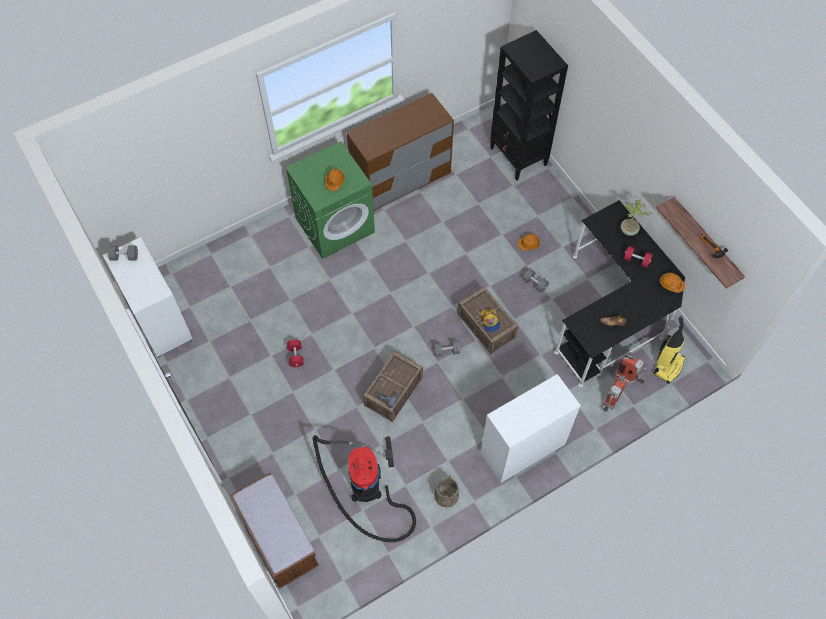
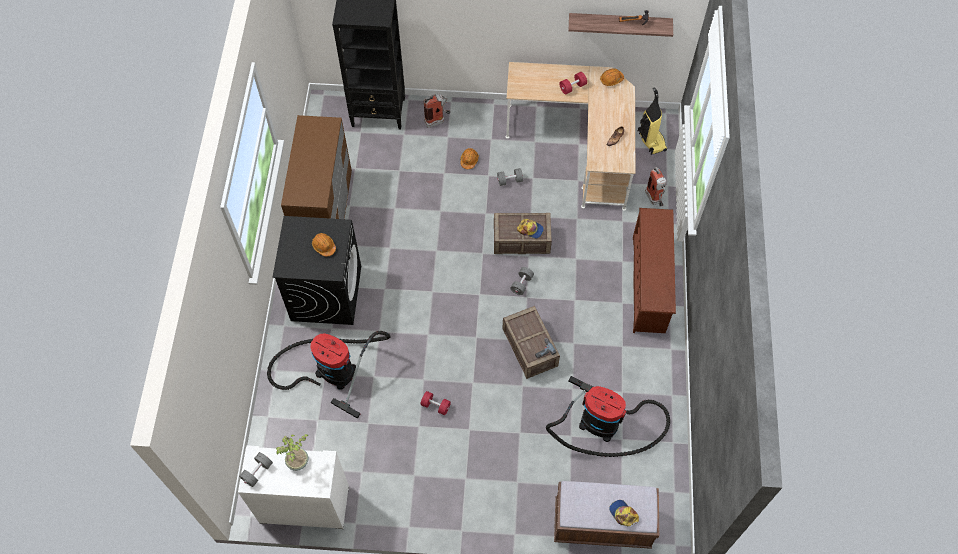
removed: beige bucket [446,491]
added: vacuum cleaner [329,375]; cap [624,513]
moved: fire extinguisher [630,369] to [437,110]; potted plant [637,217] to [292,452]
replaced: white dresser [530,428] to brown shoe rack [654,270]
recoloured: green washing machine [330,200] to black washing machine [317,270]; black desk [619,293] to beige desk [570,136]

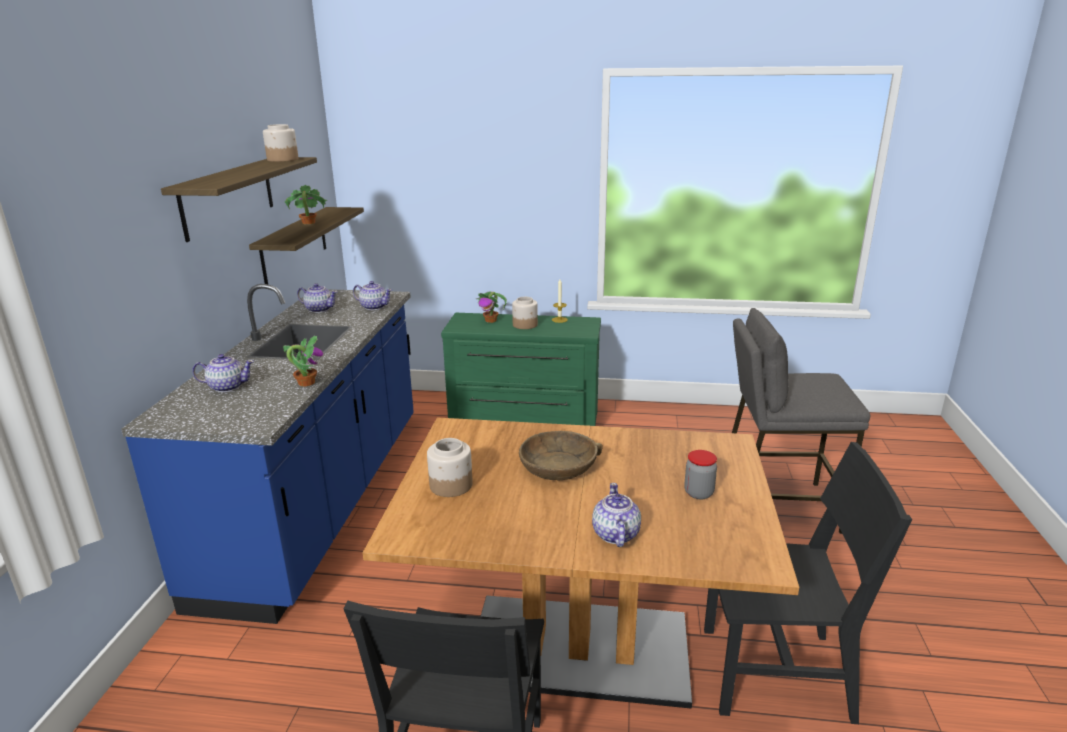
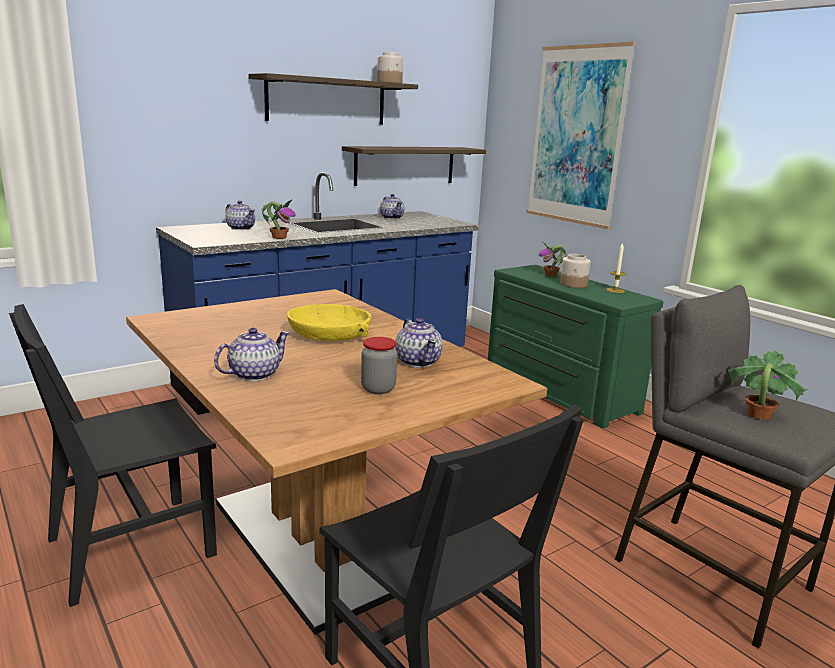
removed: jar [450,467]
added: picture [581,135]
moved: potted plant [306,204] to [768,385]; teapot [372,295] to [419,343]
recoloured: brown bowl [561,456] to yellow bowl [329,322]

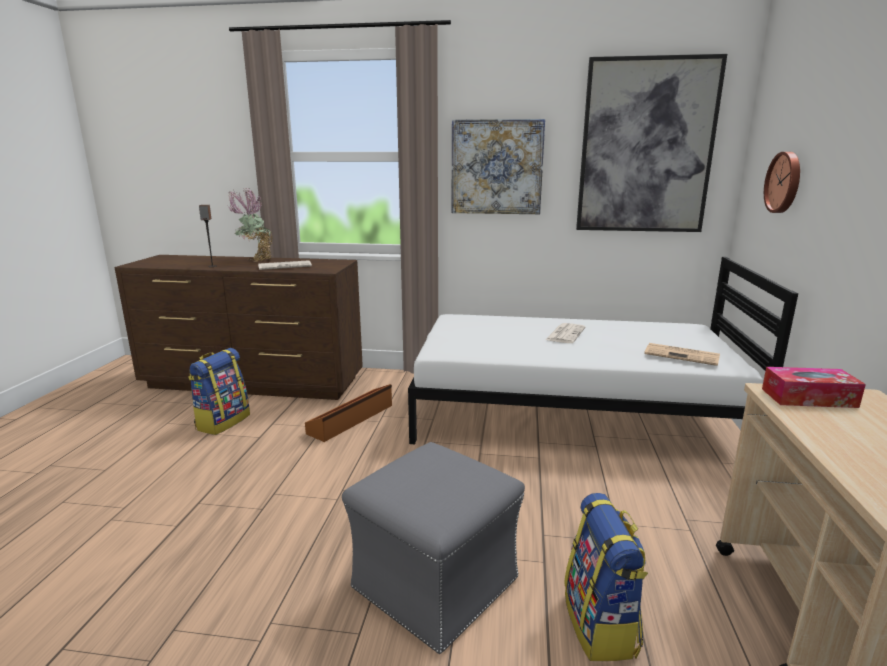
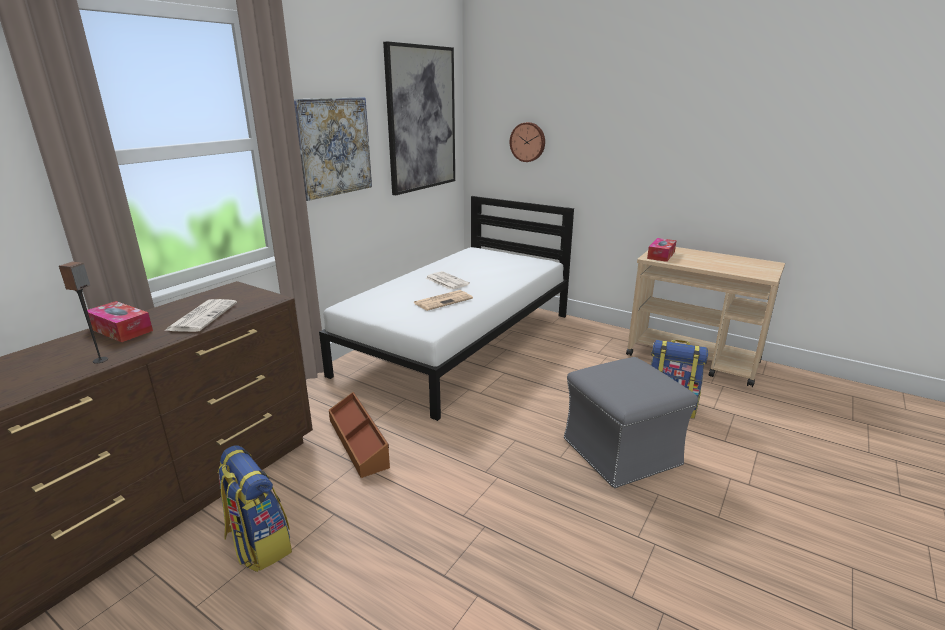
moved: newspaper [682,354] to [443,300]
replaced: potted plant [250,225] to tissue box [120,321]

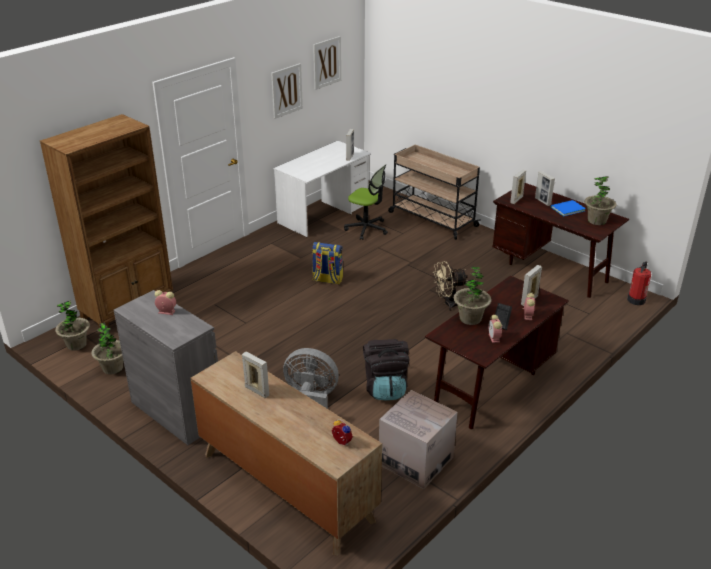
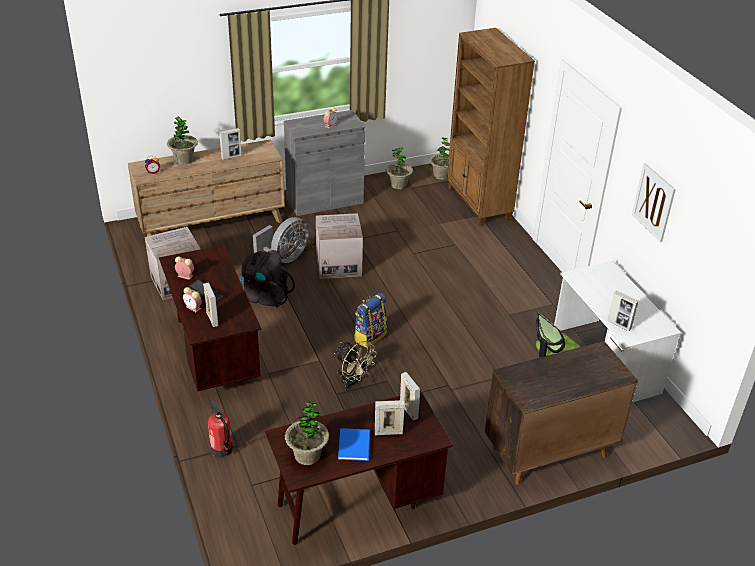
removed: picture [327,63]
added: cardboard box [339,246]
moved: backpack [327,263] to [370,320]; potted plant [472,296] to [182,140]; fire extinguisher [639,283] to [220,428]
replaced: beige cart [434,192] to brown cabinet [561,413]
turned: beige fan [450,286] = [355,366] 120 degrees clockwise

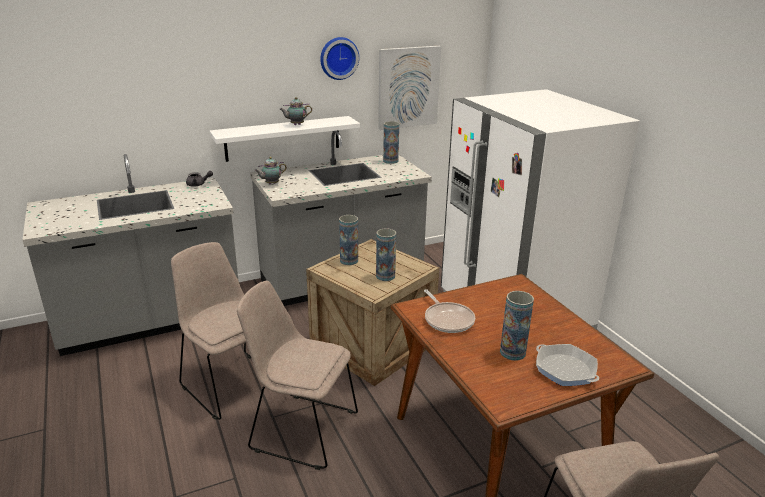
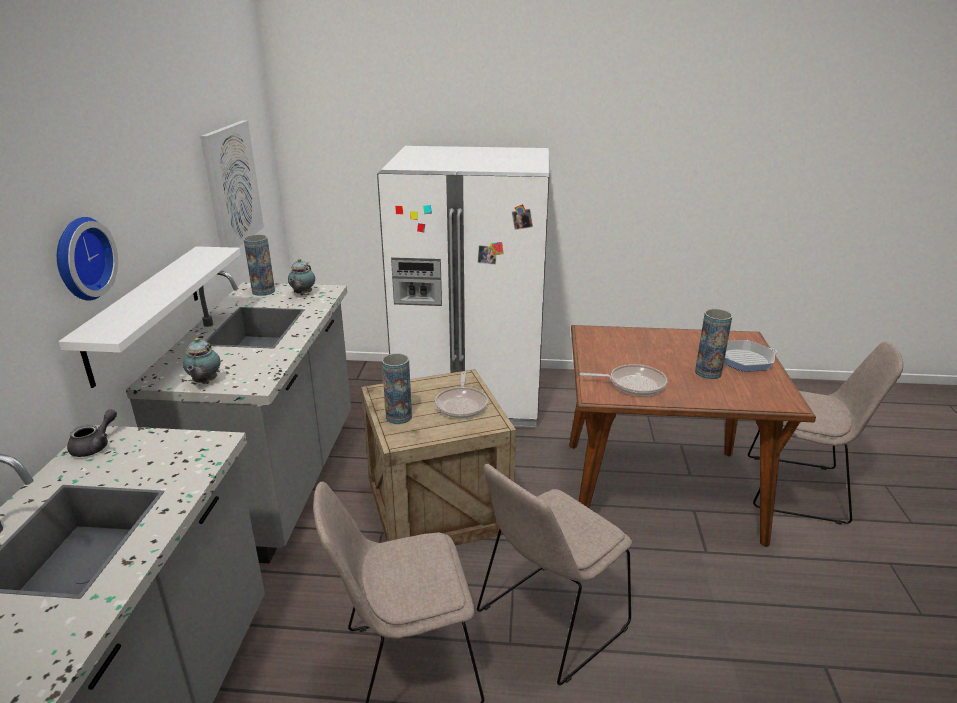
moved: teapot [295,111] to [301,277]; wall clock [339,58] to [87,259]
replaced: vase [386,254] to frying pan [461,395]

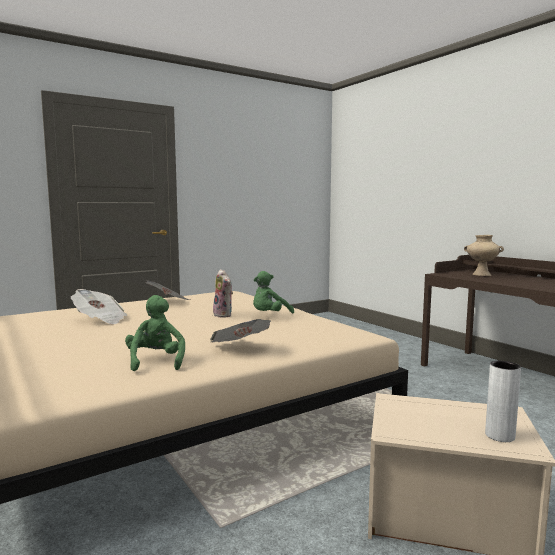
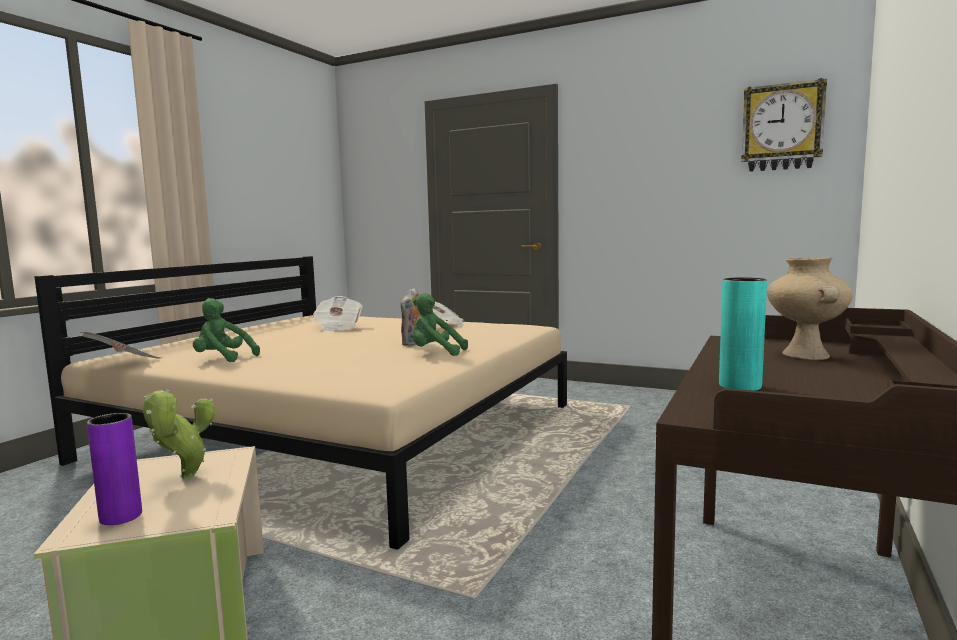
added: potted plant [179,434]; turquoise vase [743,334]; wall clock [784,125]
moved: newspaper [240,330] to [120,345]
recoloured: grey vase [503,401] to purple vase [114,469]
turned: green plush toy [155,333] = [226,330] 120 degrees counterclockwise

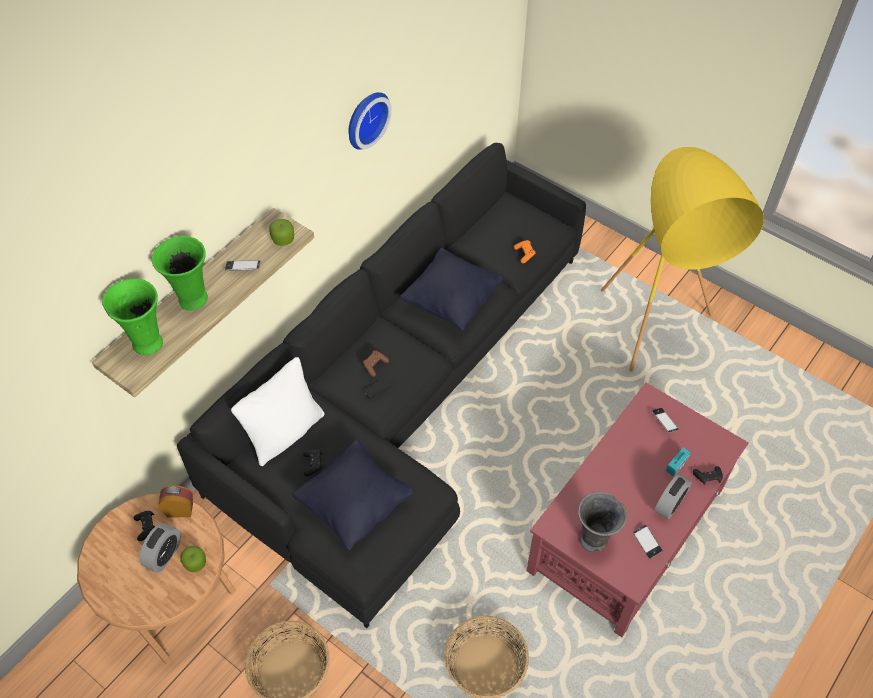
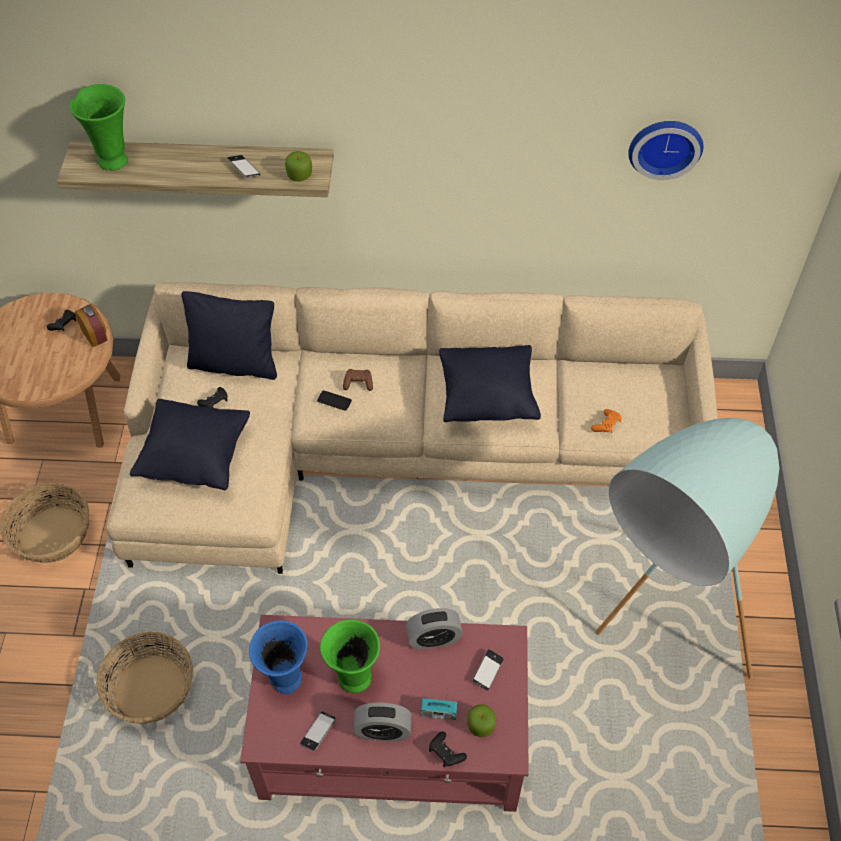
moved: alarm clock [160,548] to [434,629]; green vase [180,273] to [350,656]; apple [193,559] to [481,720]; wall clock [370,121] to [665,150]
recoloured: black sofa [381,385] to beige sofa [412,428]; white pillow [277,411] to black pillow [229,335]; grey vase [602,522] to blue vase [278,657]; yellow floor lamp [682,259] to turquoise floor lamp [687,548]

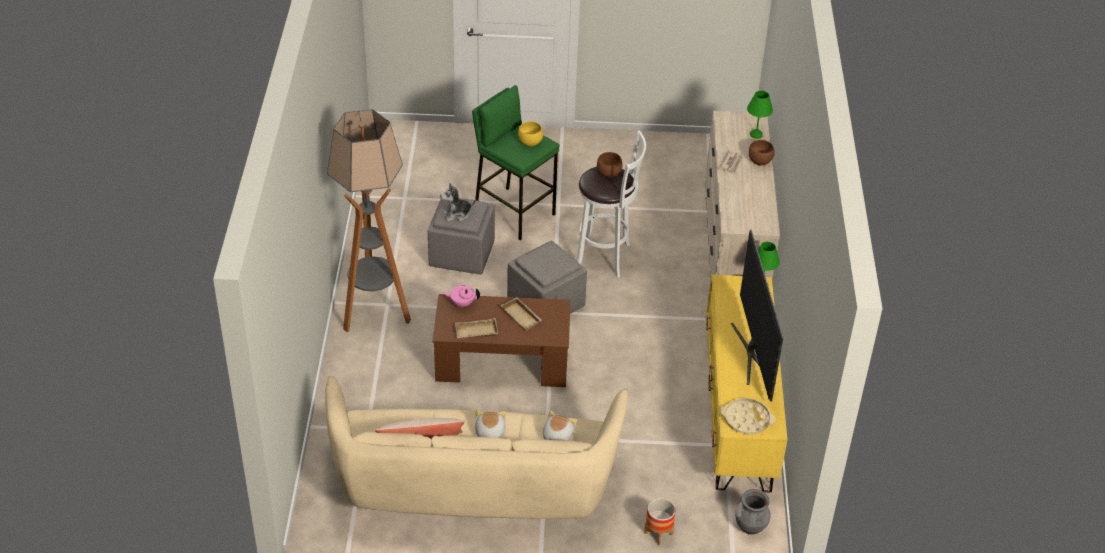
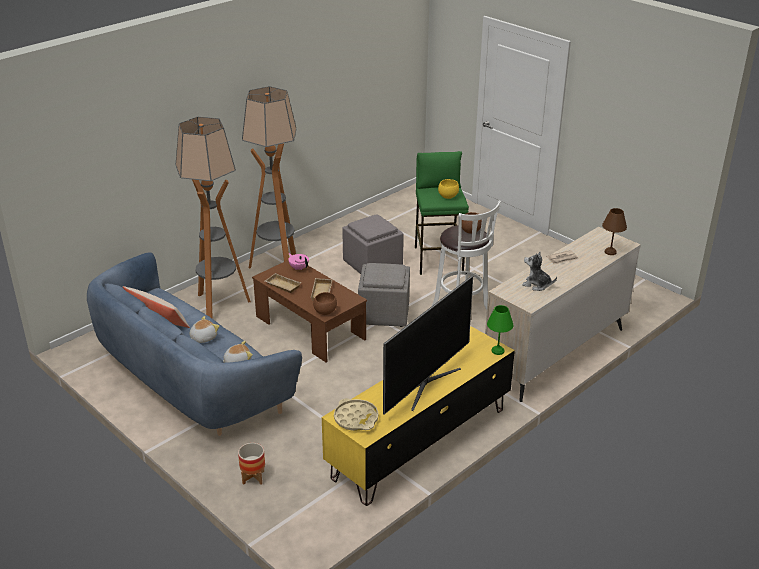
removed: grey vase [753,511]
added: floor lamp [213,218]
moved: plush toy [458,202] to [539,271]; brown bowl [762,152] to [325,303]
recoloured: beige sofa [476,447] to blue sofa [194,344]; green table lamp [760,115] to brown table lamp [614,231]

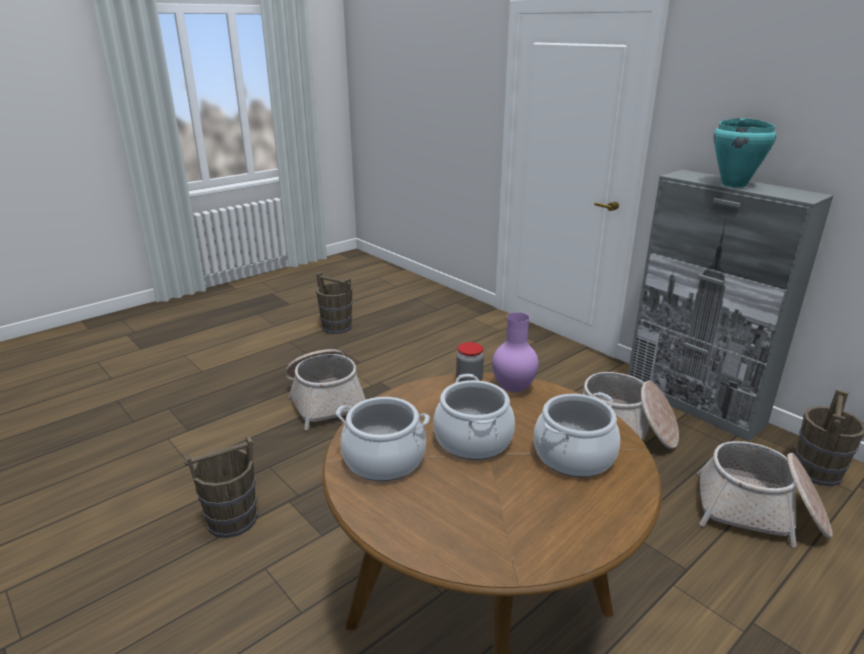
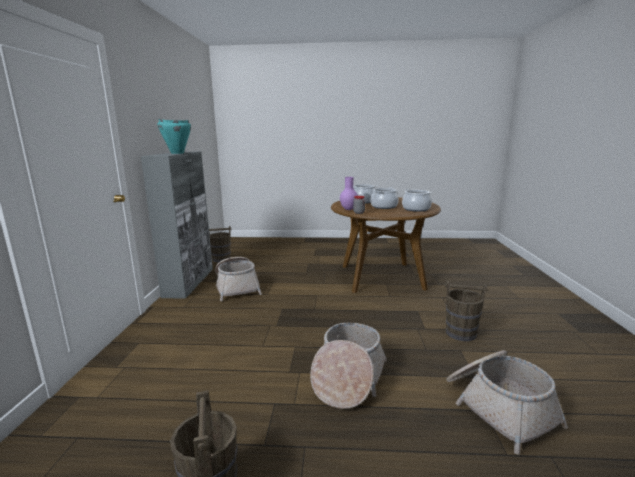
moved: basket [765,494] to [507,402]

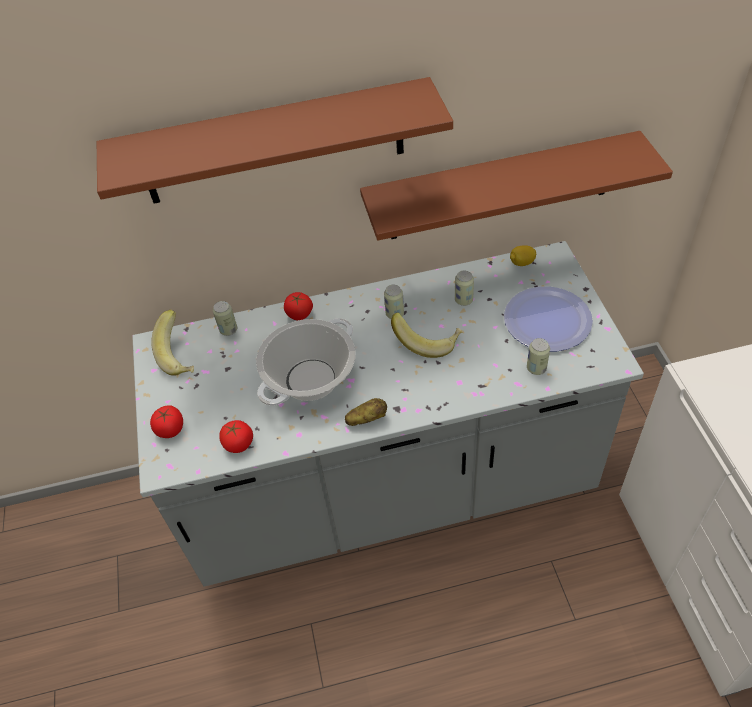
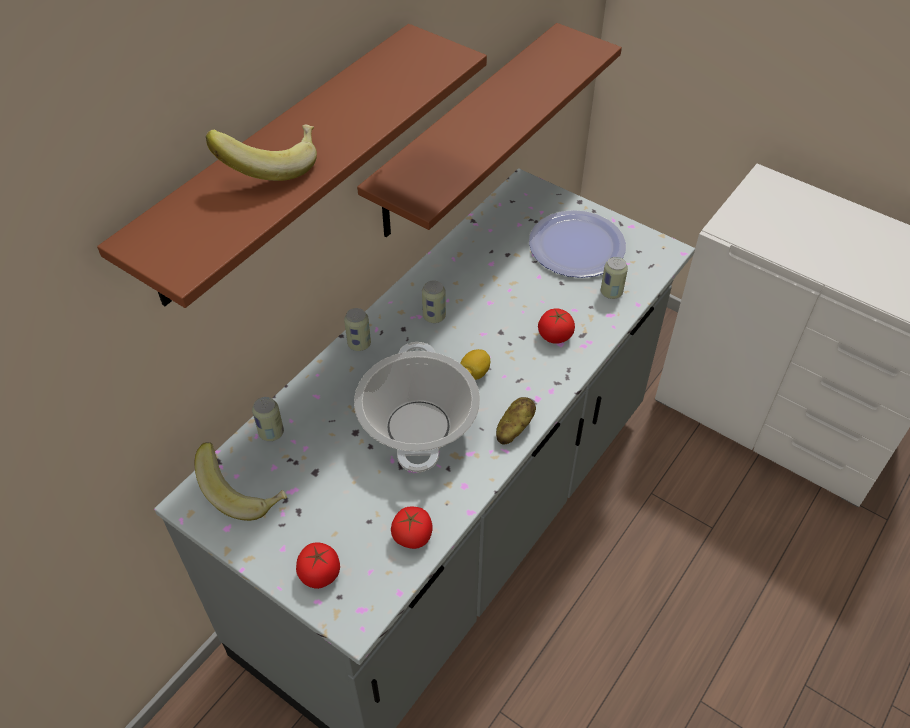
moved: tomato [298,306] to [556,326]; banana [427,335] to [261,152]; can [464,288] to [357,329]; lemon [523,255] to [475,364]

